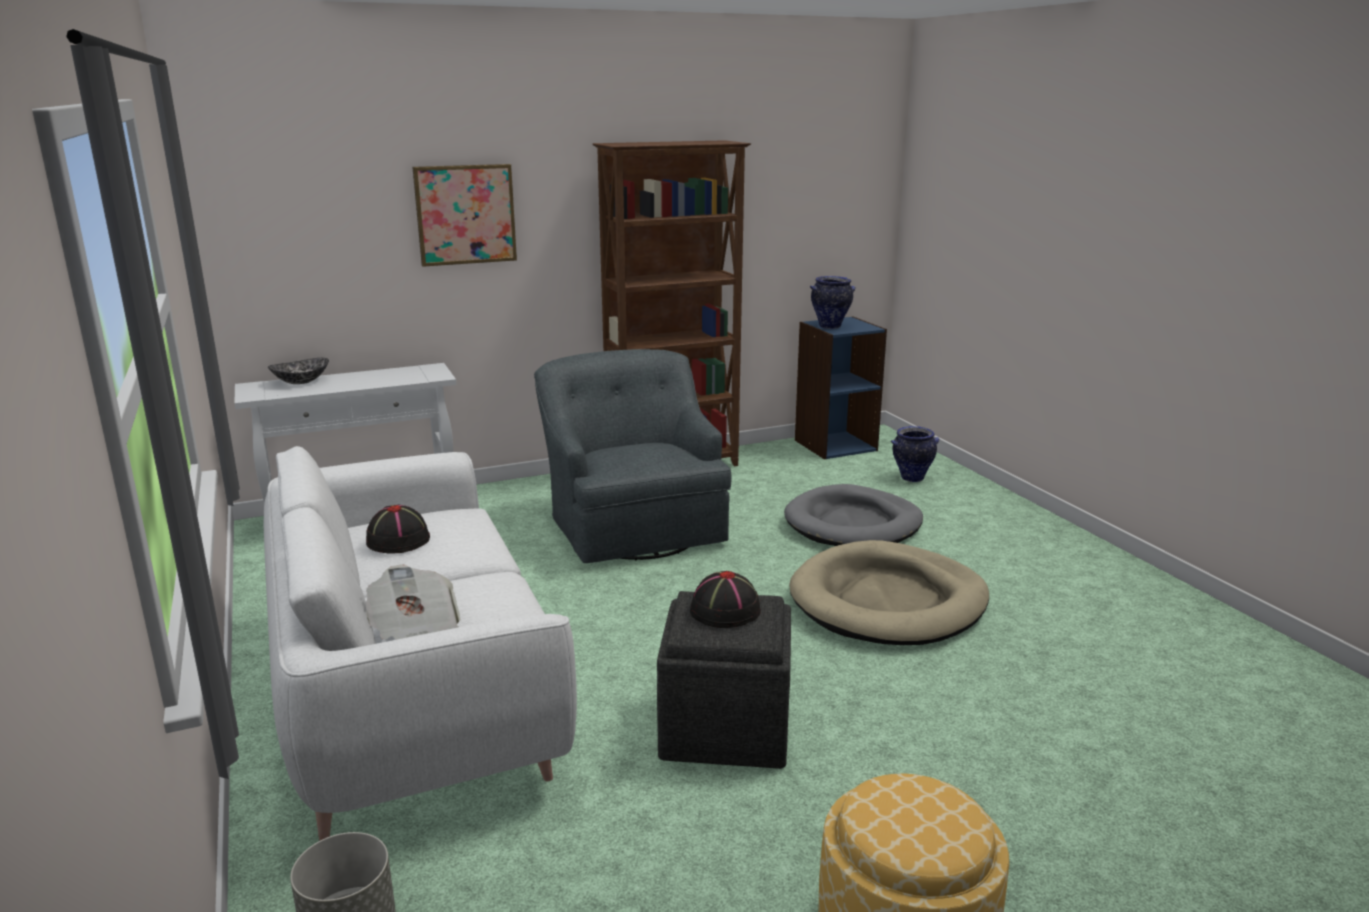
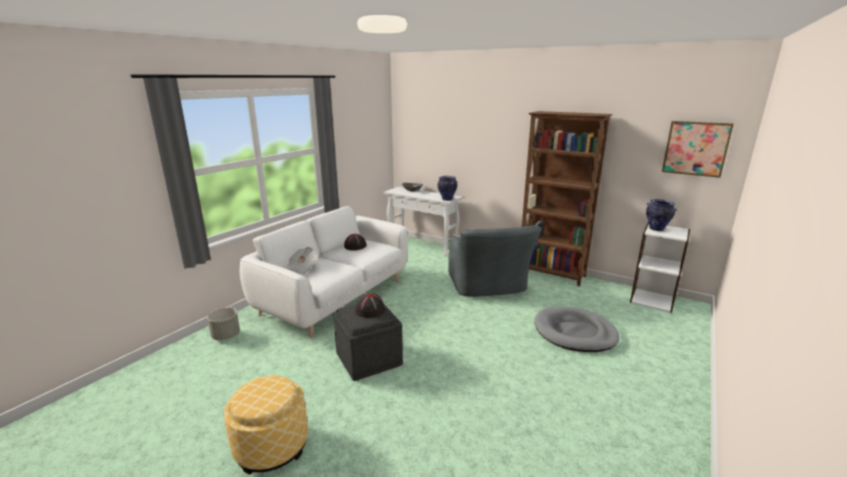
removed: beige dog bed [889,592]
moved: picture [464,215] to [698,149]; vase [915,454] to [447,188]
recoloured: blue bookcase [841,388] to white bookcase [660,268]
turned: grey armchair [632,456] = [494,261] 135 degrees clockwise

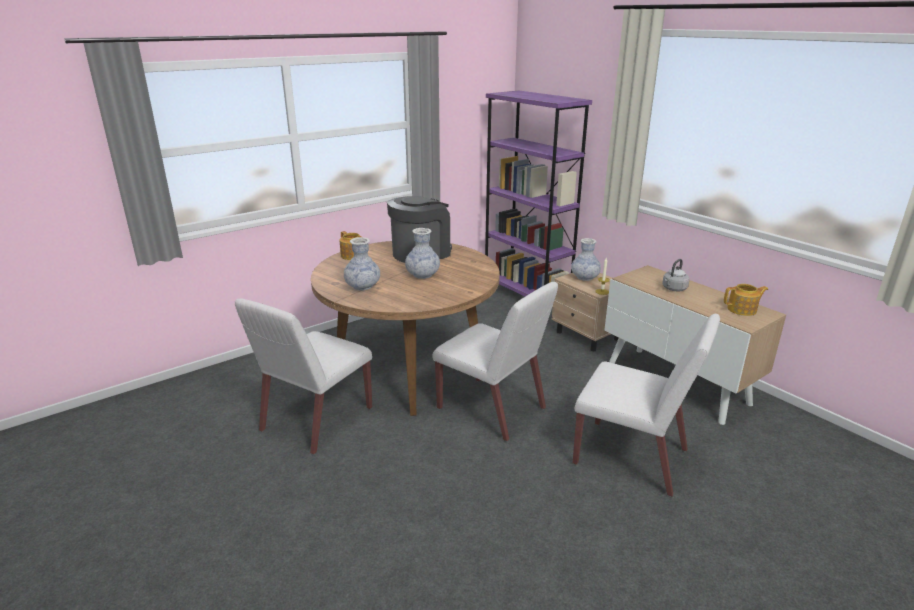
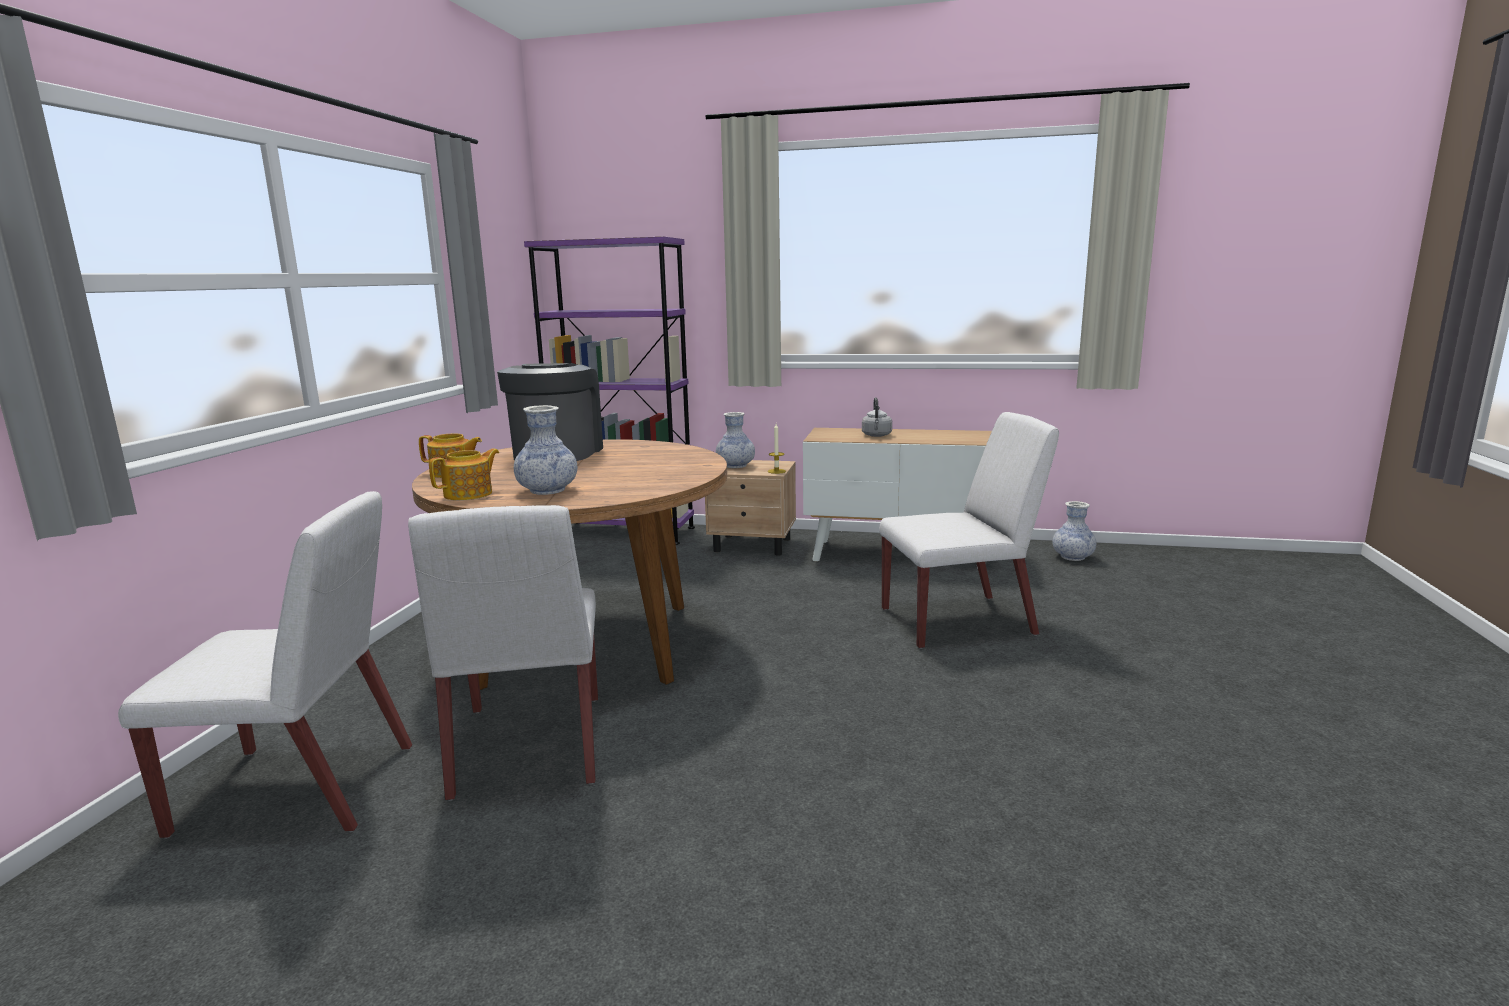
moved: vase [422,253] to [1074,531]; white chair [495,361] to [265,665]; teapot [746,300] to [464,474]

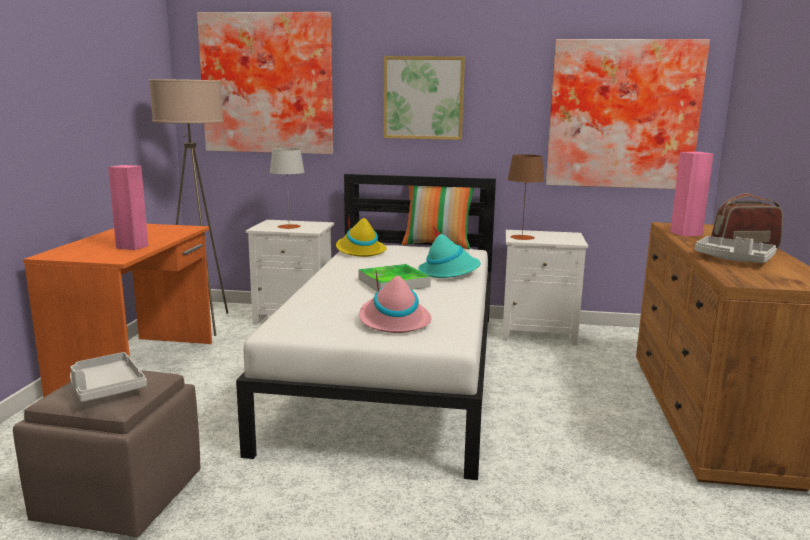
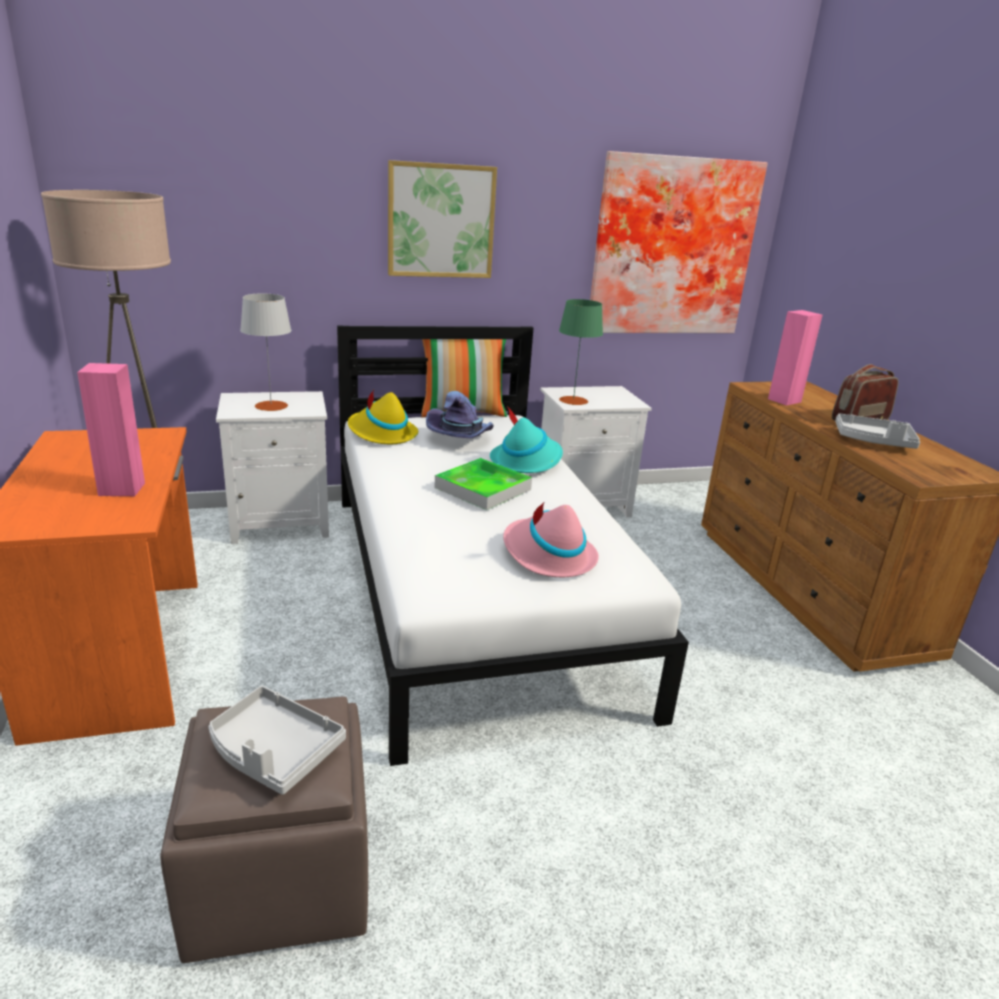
removed: picture [265,83]
added: purple hat [460,414]
recoloured: brown table lamp [525,197] to green table lamp [581,352]

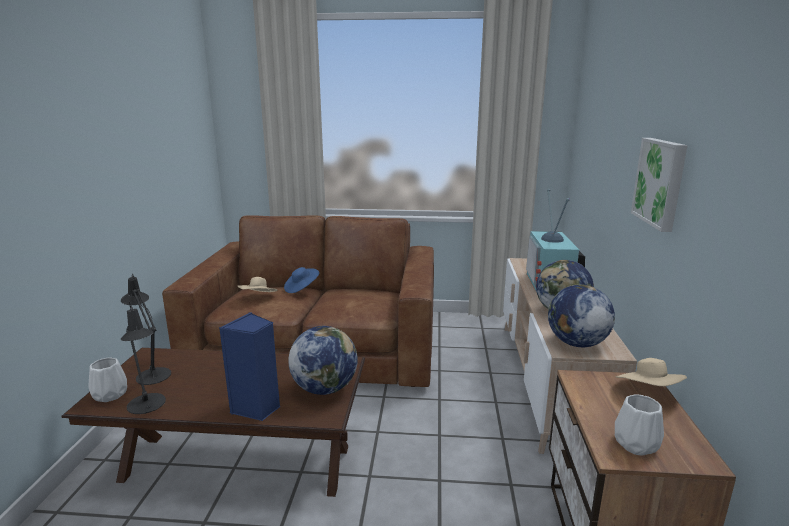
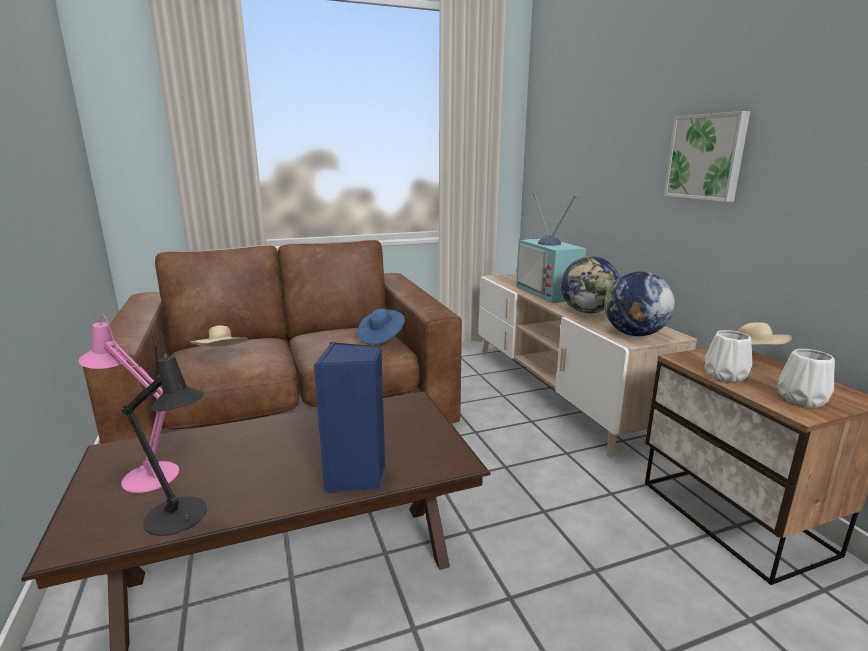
removed: globe [323,360]
moved: white vase [108,380] to [728,356]; blue hat [302,280] to [381,327]
recoloured: black table lamp [146,329] to pink table lamp [129,404]

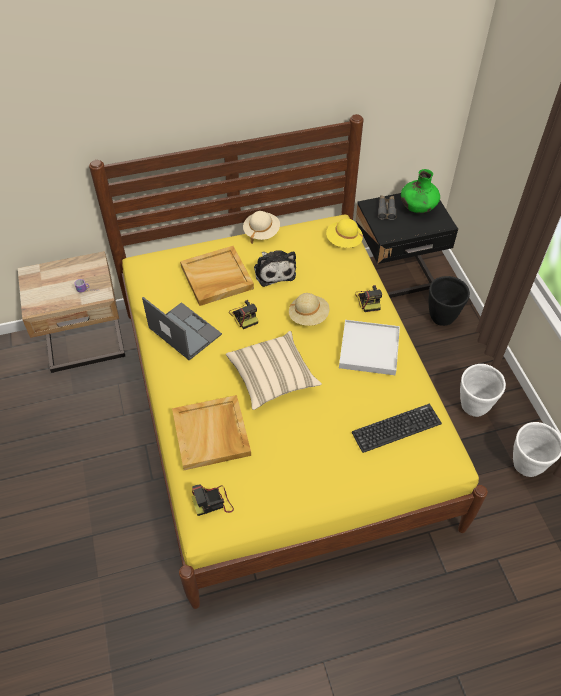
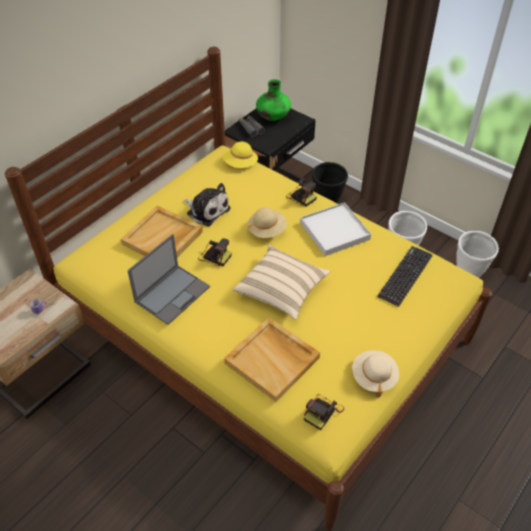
moved: beige hat [261,227] to [375,374]
turned: laptop [182,328] = [168,279] 120 degrees clockwise

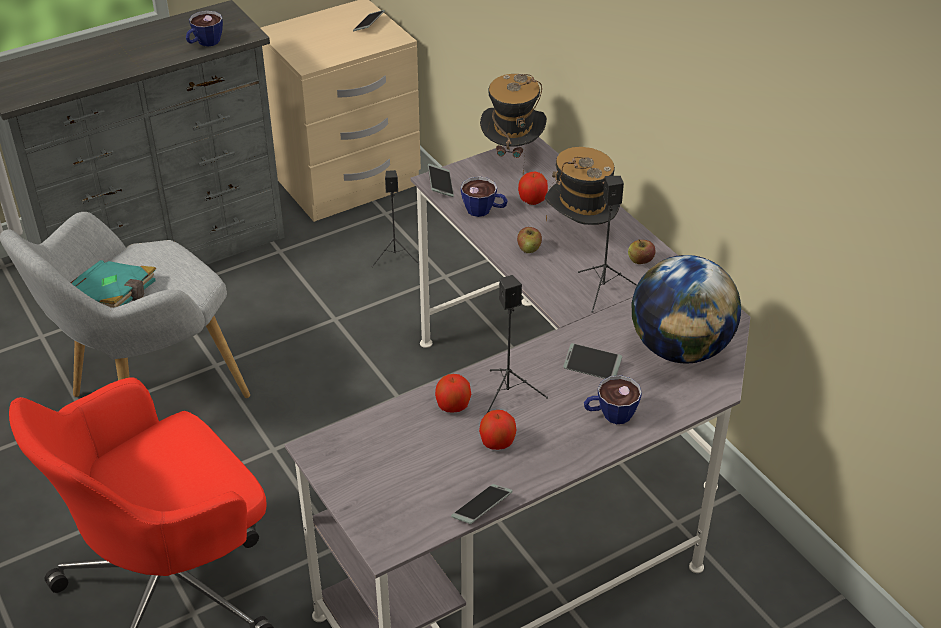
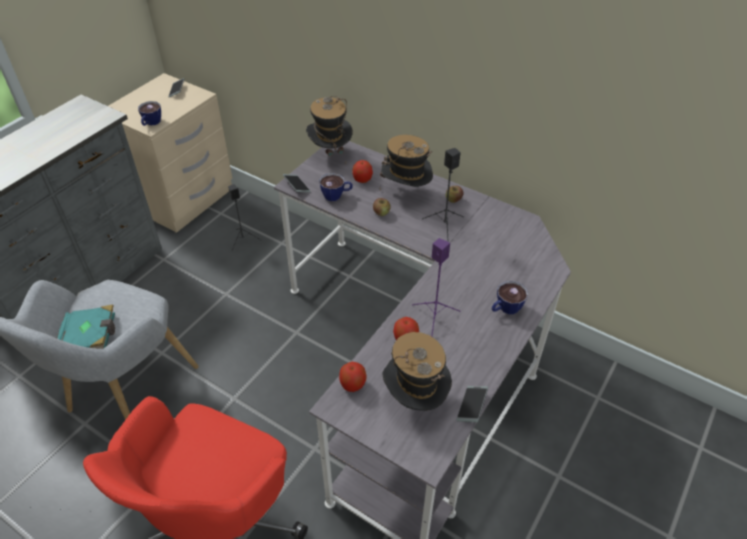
removed: phone [592,361]; globe [686,309]
added: hat [417,371]
moved: cup [204,29] to [149,113]; apple [497,430] to [353,377]
recoloured: black speaker [517,344] to purple speaker [436,287]

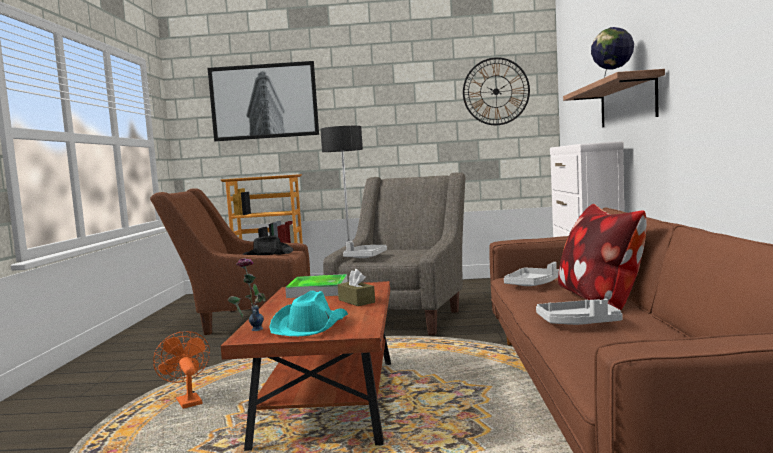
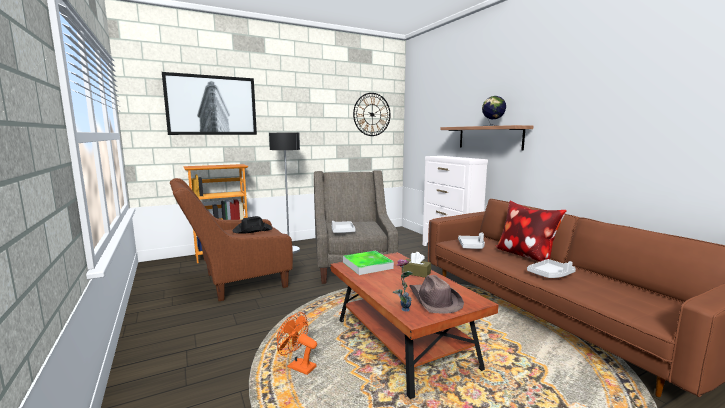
recoloured: turquoise hat [308,313] to brown hat [437,294]

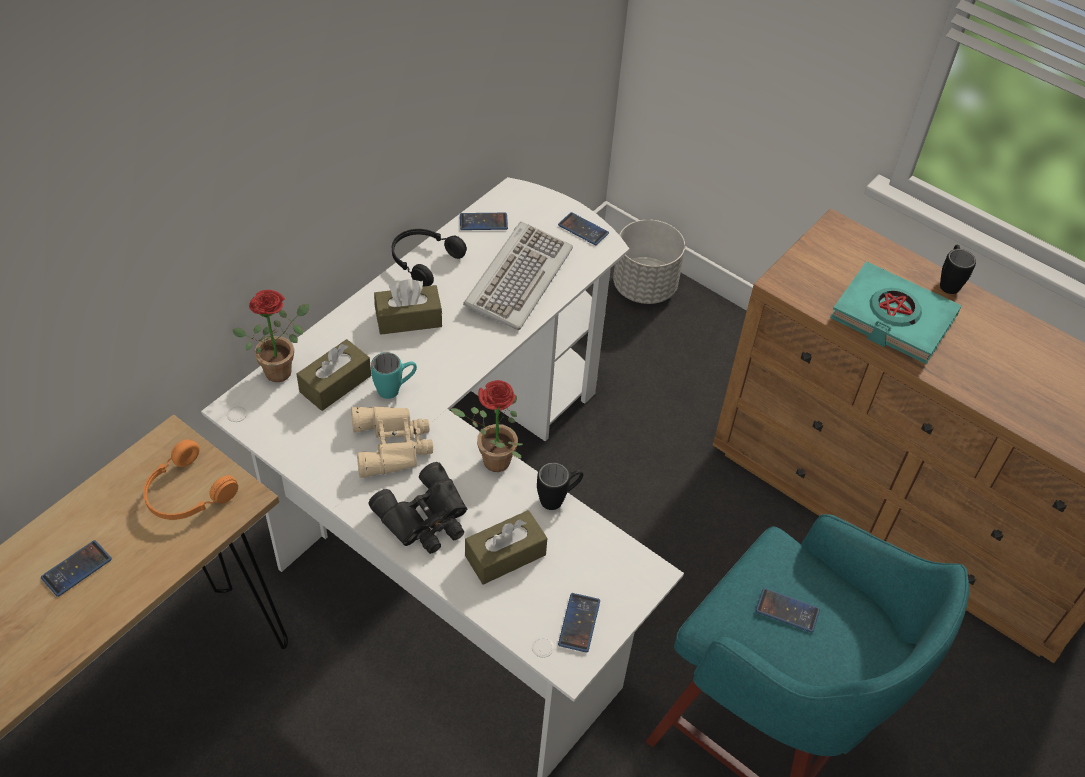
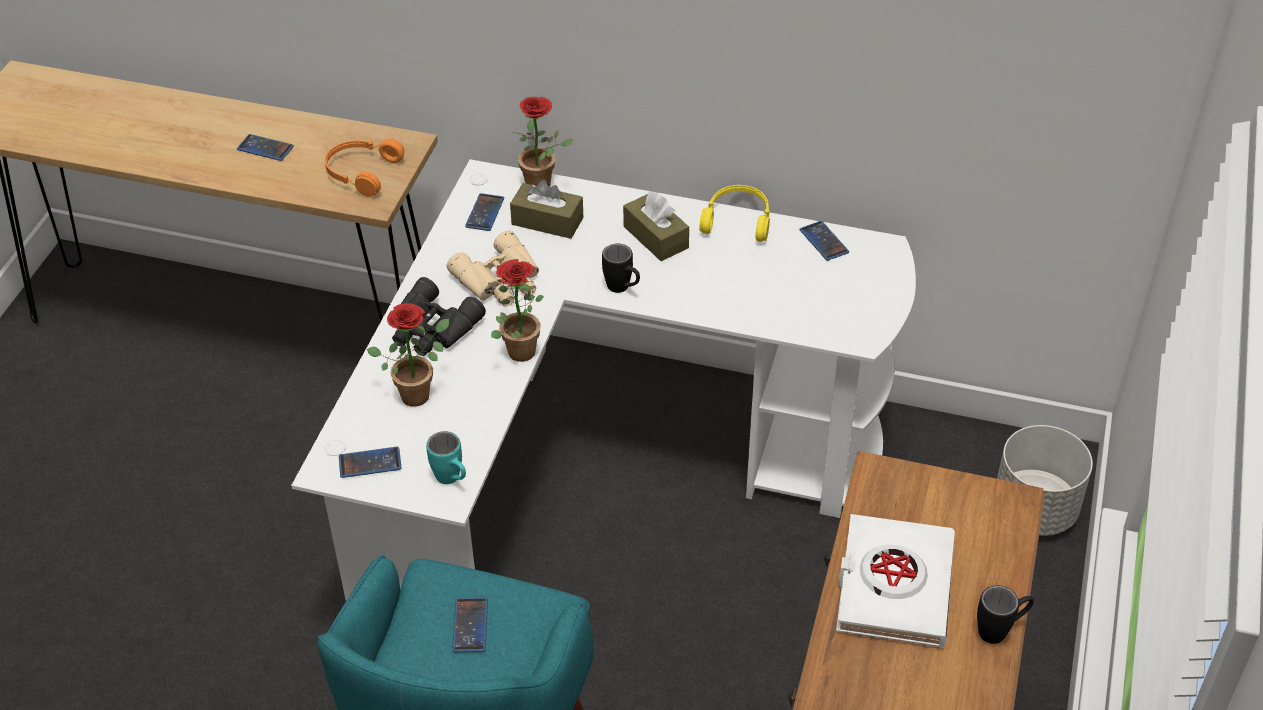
removed: keyboard [518,276]
moved: turquoise mug [394,375] to [446,457]; black mug [560,486] to [621,268]; phone [583,228] to [484,212]
replaced: brown tissue box [506,547] to potted plant [408,355]
recoloured: black headphones [429,258] to yellow headphones [734,213]; turquoise book [896,312] to white book [895,580]

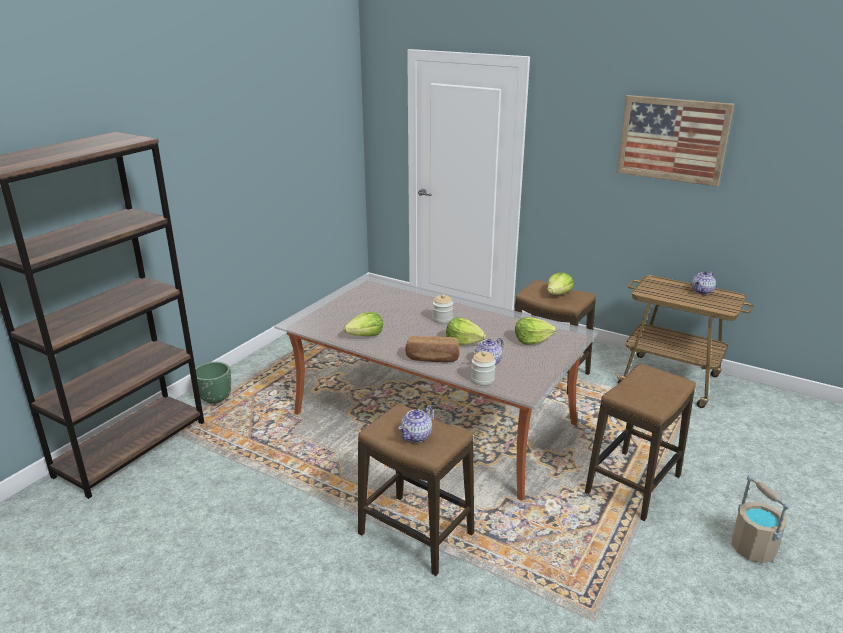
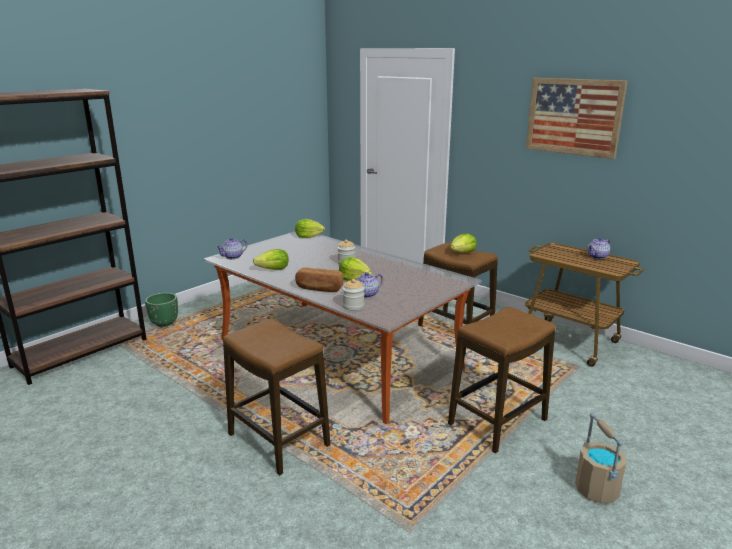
moved: teapot [415,424] to [232,248]; lettuce [535,331] to [310,228]

